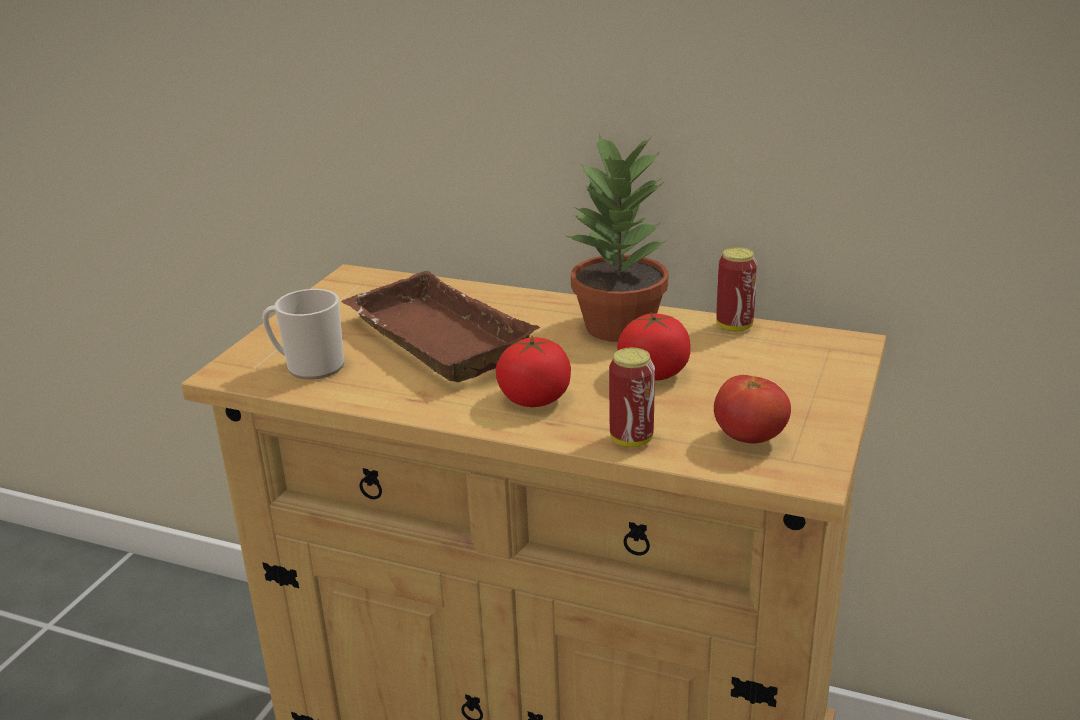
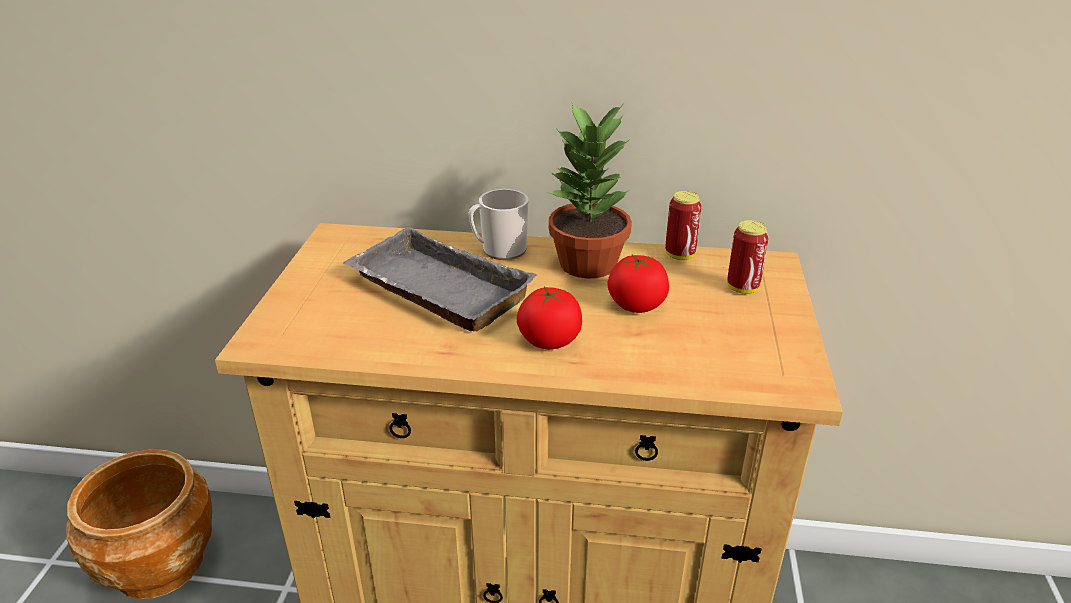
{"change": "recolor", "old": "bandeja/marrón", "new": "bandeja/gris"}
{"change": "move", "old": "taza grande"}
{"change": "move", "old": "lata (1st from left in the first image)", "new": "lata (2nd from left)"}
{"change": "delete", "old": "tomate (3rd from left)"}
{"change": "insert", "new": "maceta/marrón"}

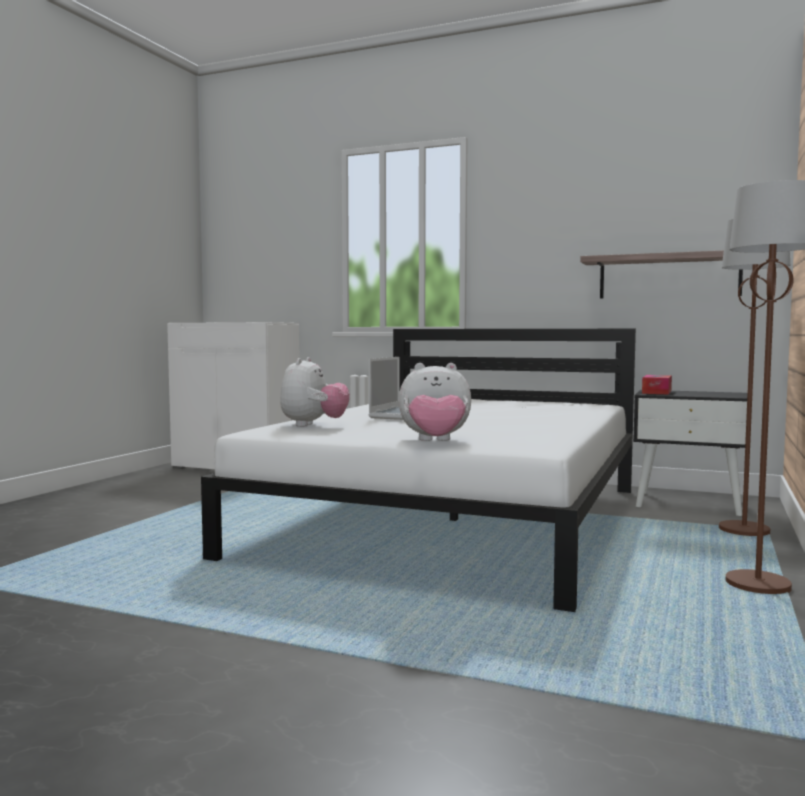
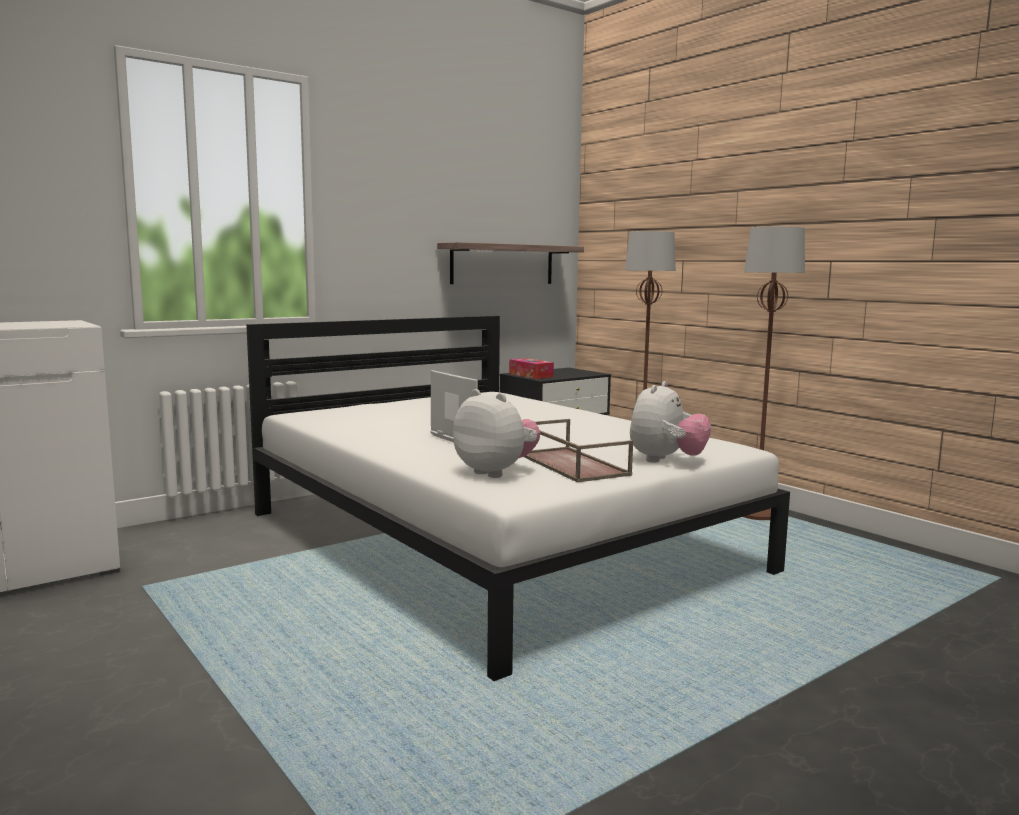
{"change": "insert", "new": "bandeja/marrón"}

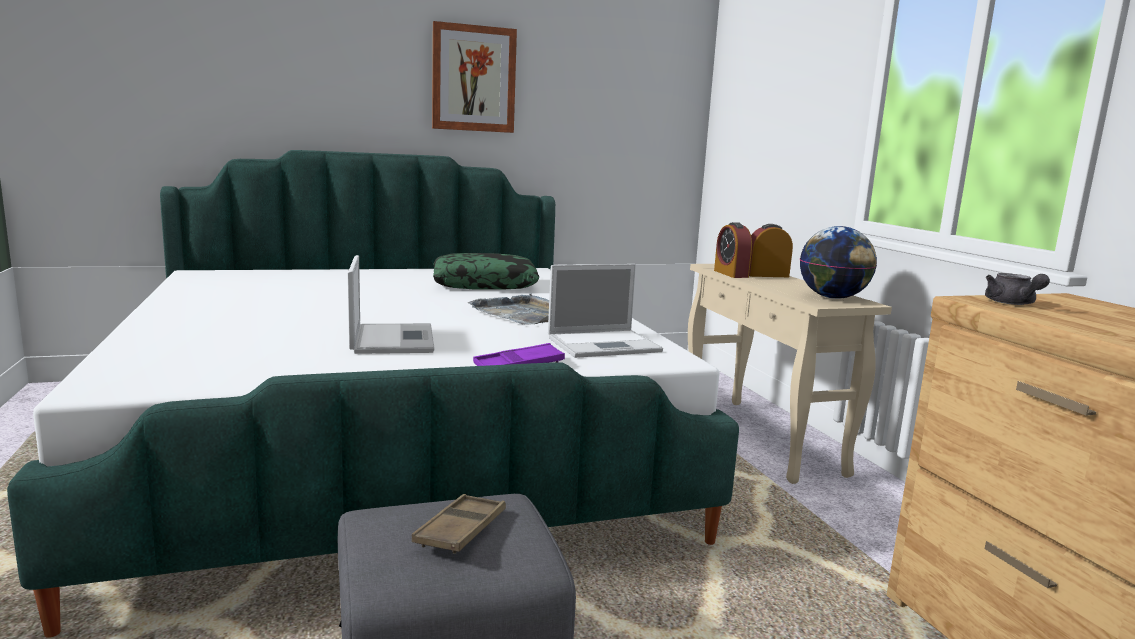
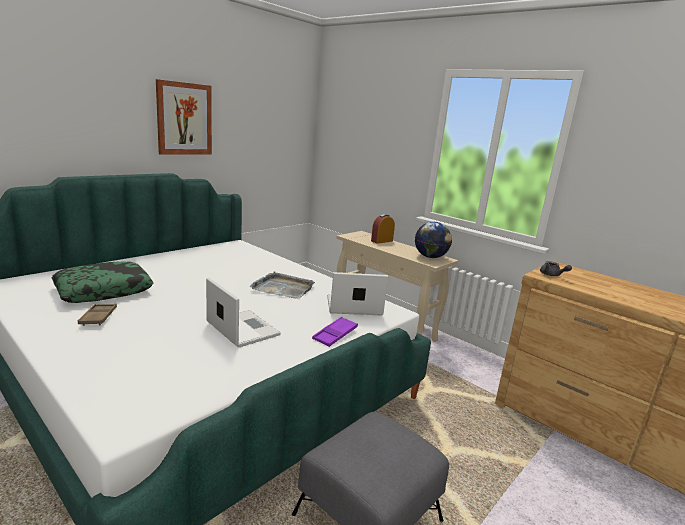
{"change": "delete", "old": "despertador (1st from left)"}
{"change": "move", "old": "cojín"}
{"change": "rotate", "old": "portátil (2nd from left)", "degrees": -135}
{"change": "move", "old": "bandeja/marrón"}

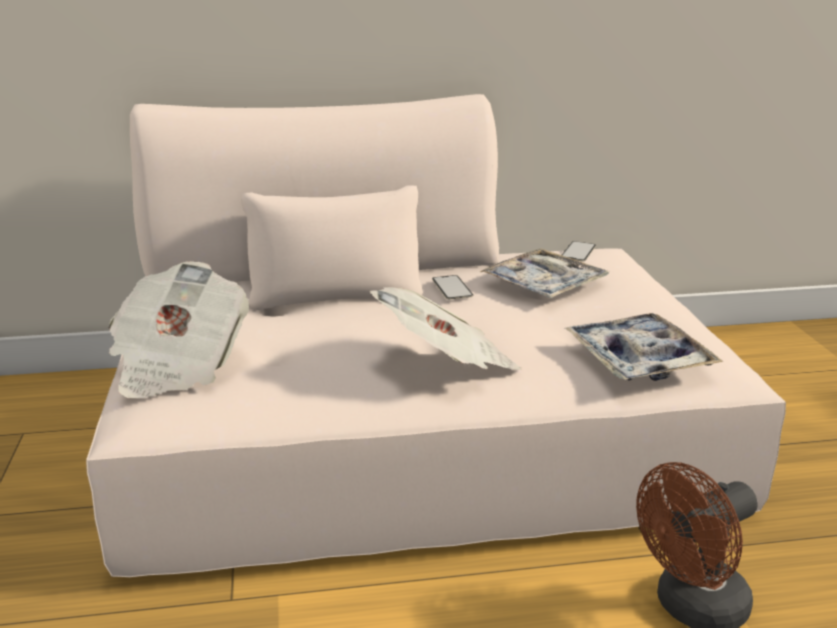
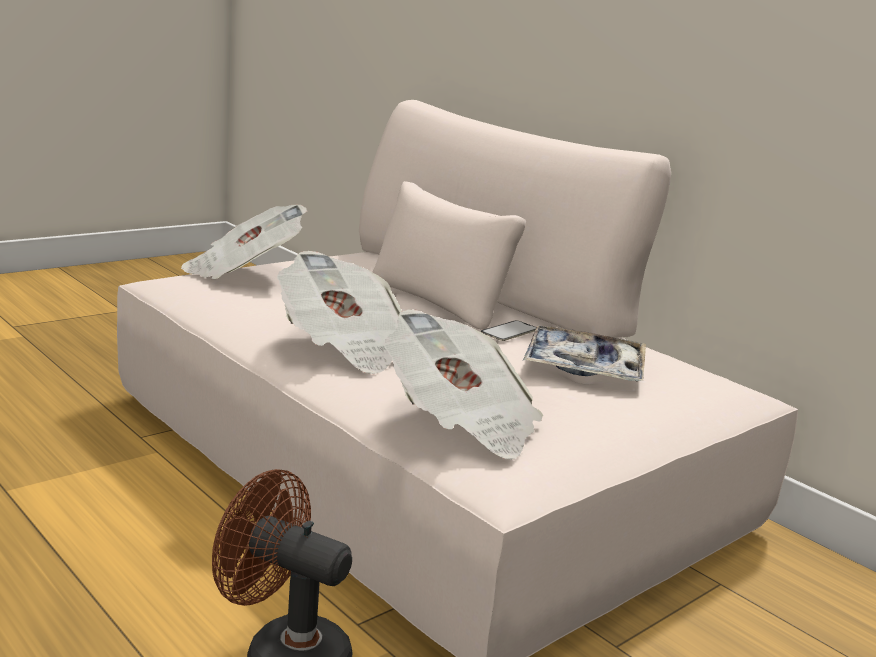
{"change": "delete", "old": "móvil (2nd from left)"}
{"change": "replace", "old": "bandeja (2nd from left)", "new": "periódico (3rd from left)"}

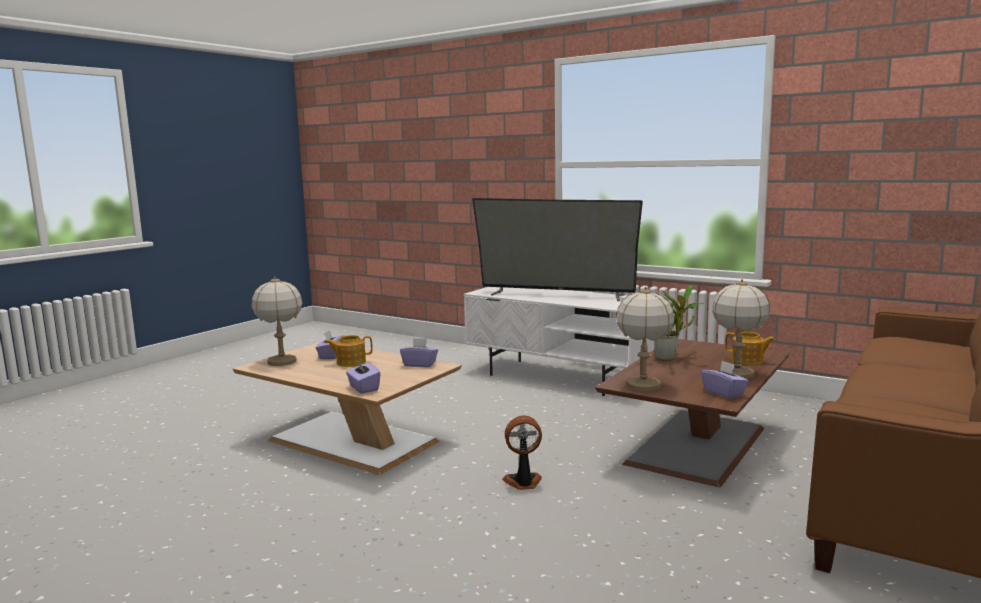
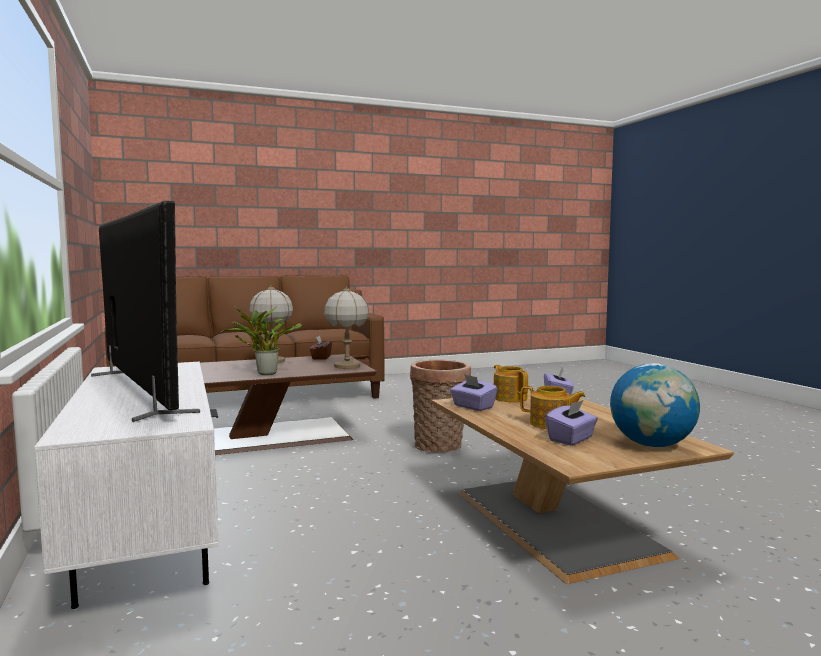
{"change": "replace", "old": "lámpara de mesa (1st from left)", "new": "globo terráqueo"}
{"change": "move", "old": "tetera (2nd from left in the first image)", "new": "tetera (1st from left)"}
{"change": "recolor", "old": "caja de pañuelos/morado (4th from left)", "new": "caja de pañuelos/marrón"}
{"change": "replace", "old": "ventilador", "new": "cesta"}

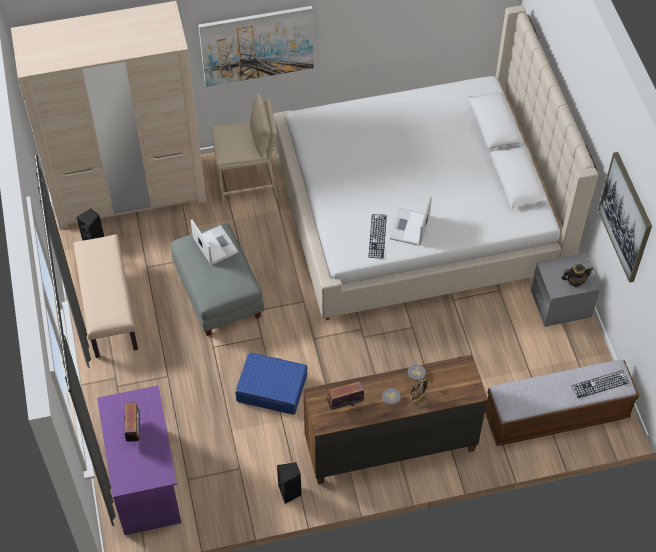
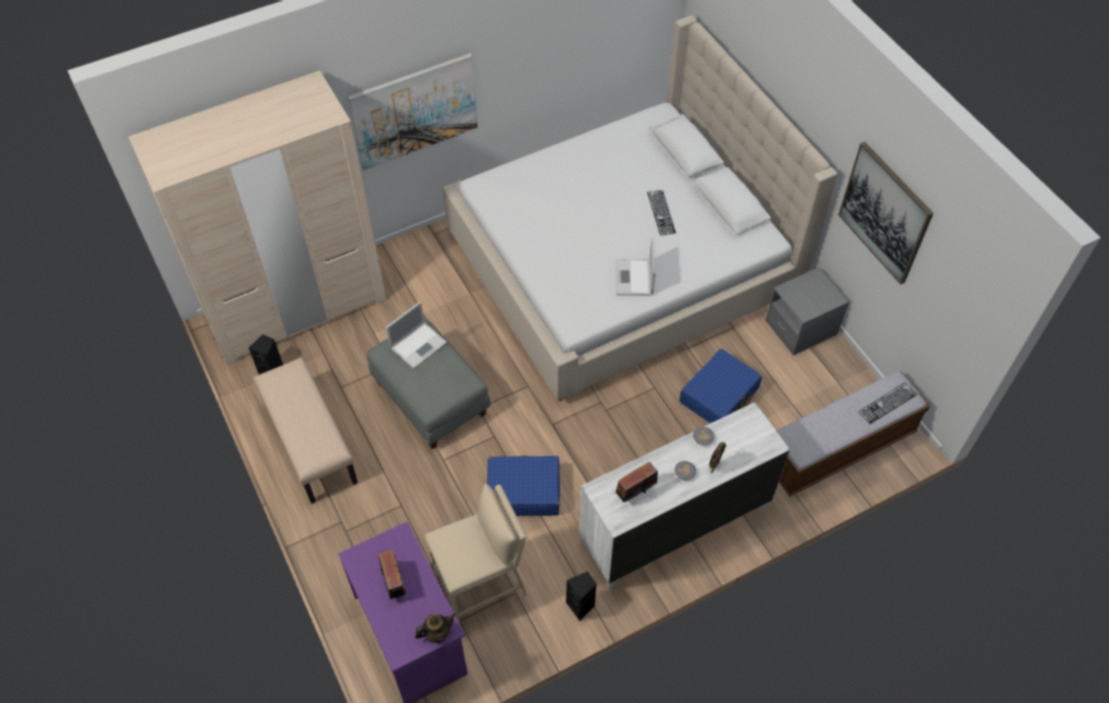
{"change": "move", "old": "taburete/beis"}
{"change": "move", "old": "teclado (1st from left)"}
{"change": "rotate", "old": "portátil (1st from left)", "degrees": 90}
{"change": "move", "old": "tetera"}
{"change": "recolor", "old": "cómoda/marrón", "new": "cómoda/blanco"}
{"change": "insert", "new": "maleta/azul (2nd from left)"}

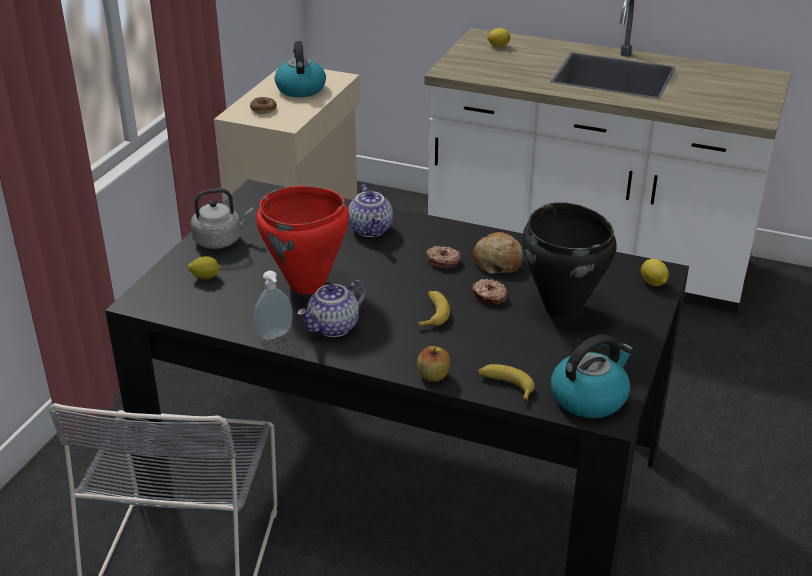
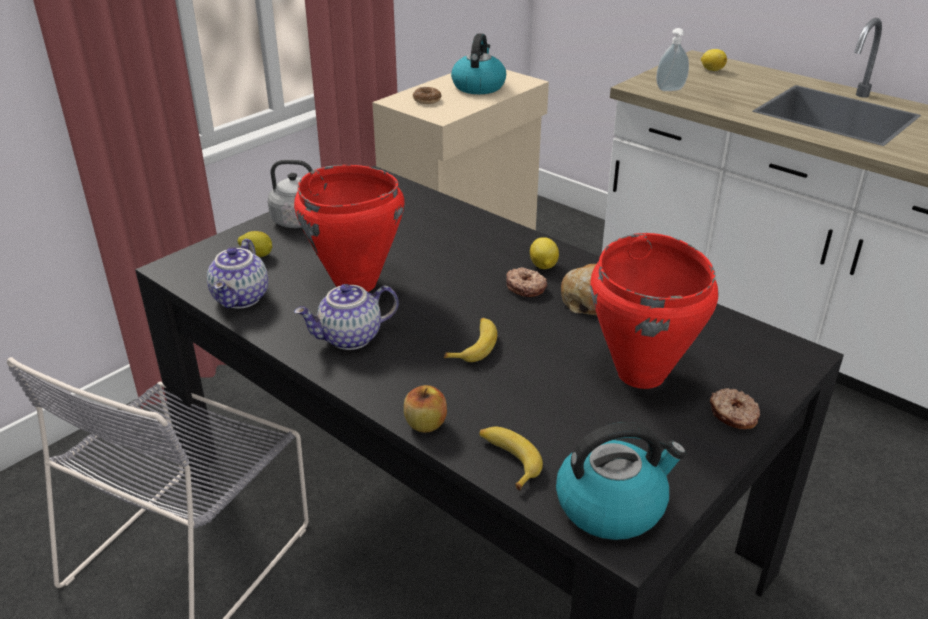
{"change": "move", "old": "tetera (2nd from left in the first image)", "new": "tetera (1st from left)"}
{"change": "recolor", "old": "olla/negro", "new": "olla/rojo (2nd from left)"}
{"change": "move", "old": "limón (3rd from left in the first image)", "new": "limón (2nd from left)"}
{"change": "move", "old": "dispensador de jabón"}
{"change": "move", "old": "rosquilla (3rd from left)"}

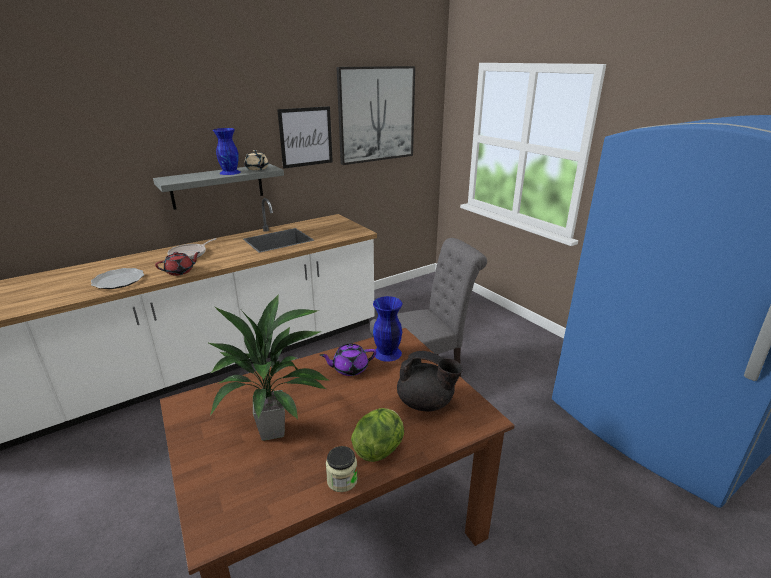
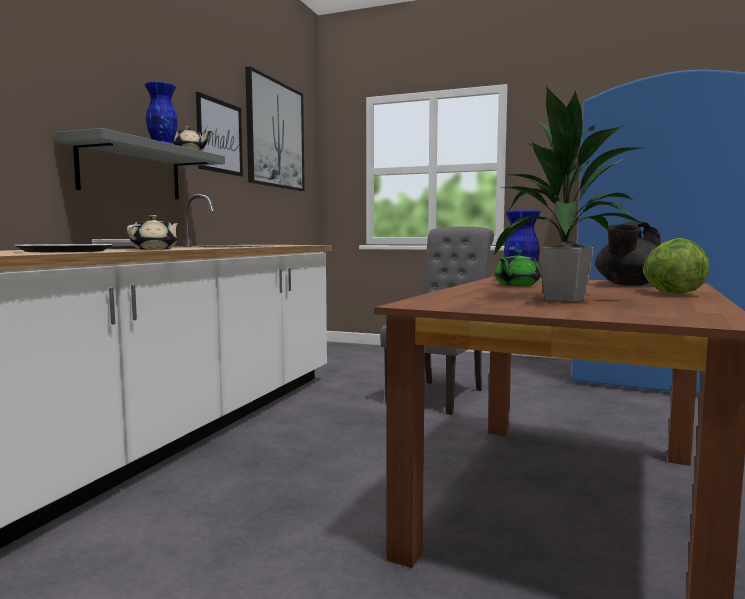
{"change": "recolor", "old": "tetera/rojo", "new": "tetera/beis (1st from left)"}
{"change": "recolor", "old": "tetera/morado", "new": "tetera/verde"}
{"change": "rotate", "old": "tetera/negro", "degrees": 150}
{"change": "delete", "old": "tarro"}

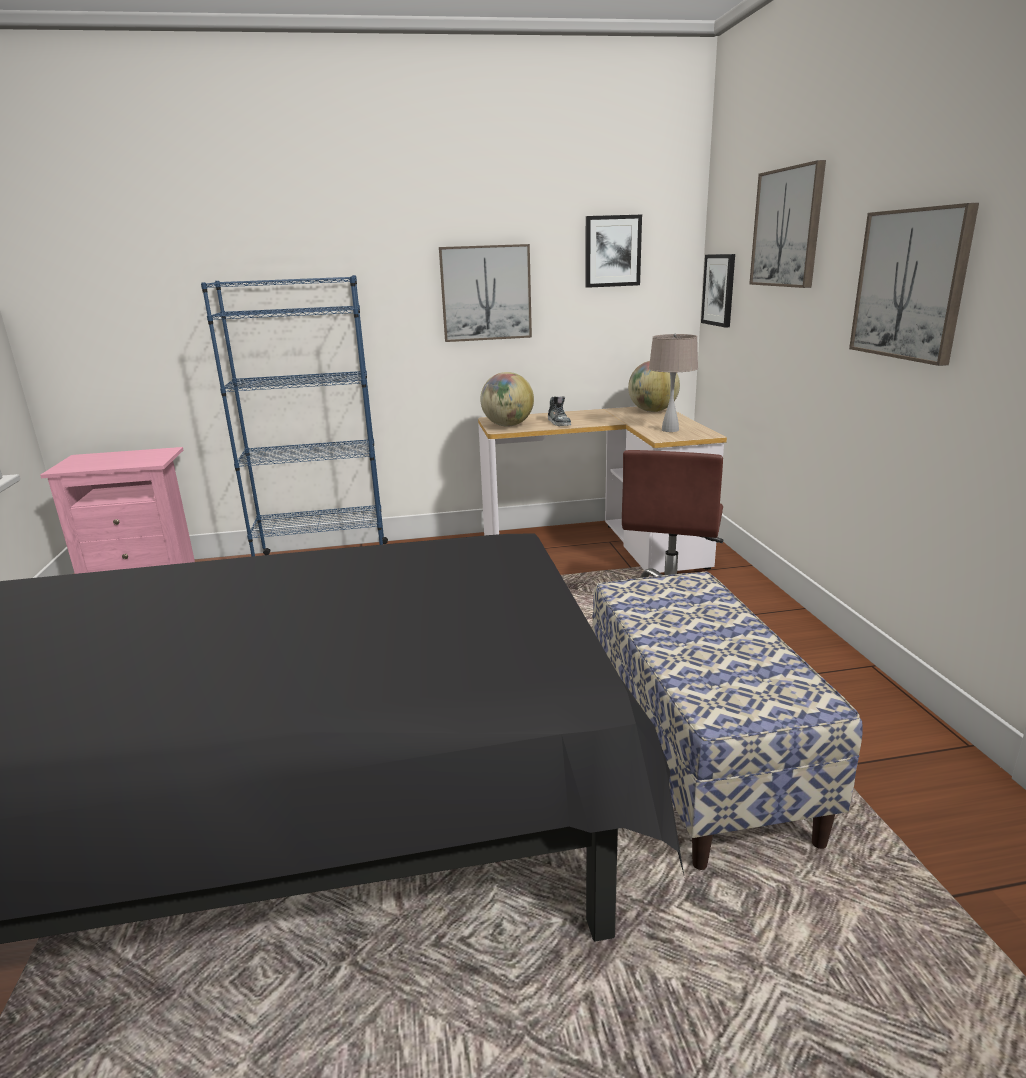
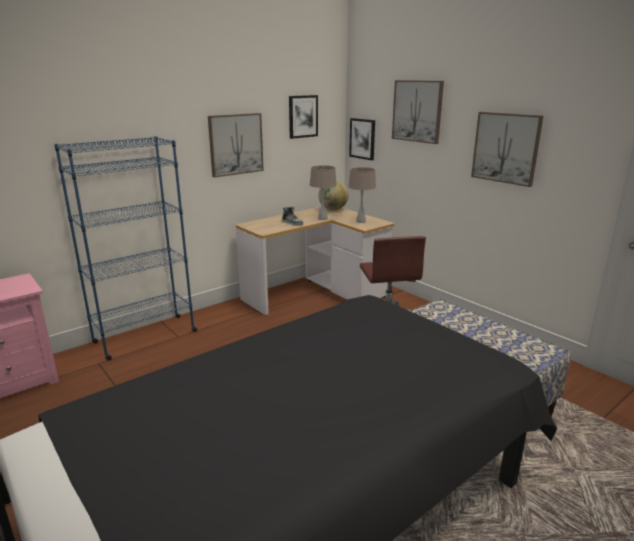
{"change": "delete", "old": "globo terráqueo (1st from left)"}
{"change": "insert", "new": "lámpara de mesa/beis (1st from left)"}

